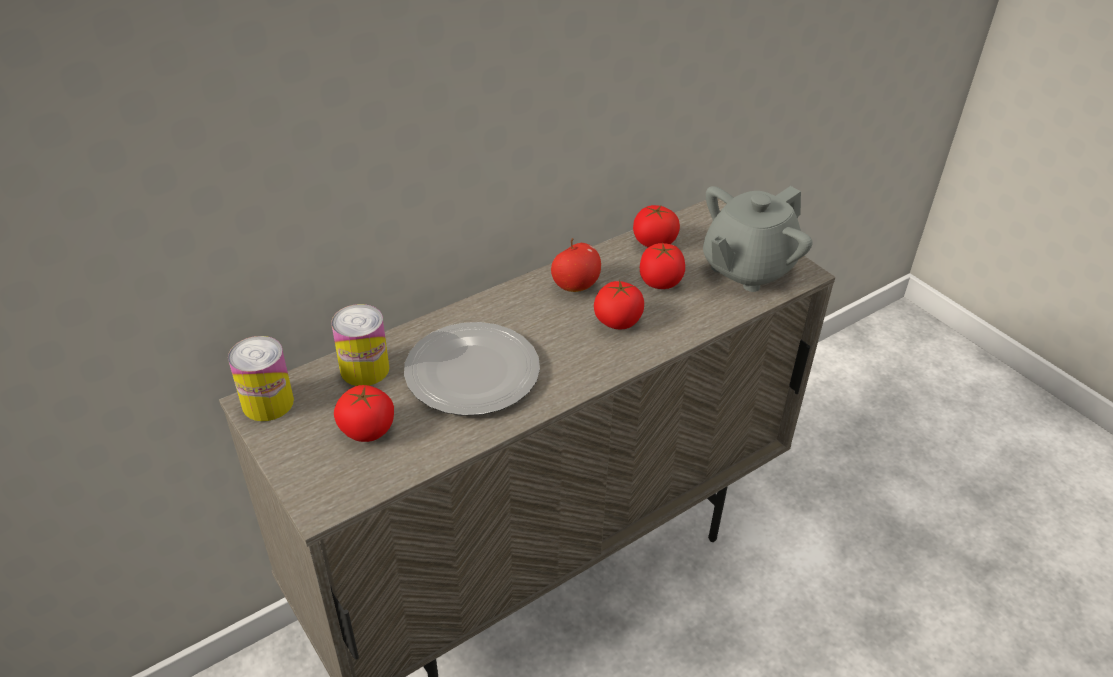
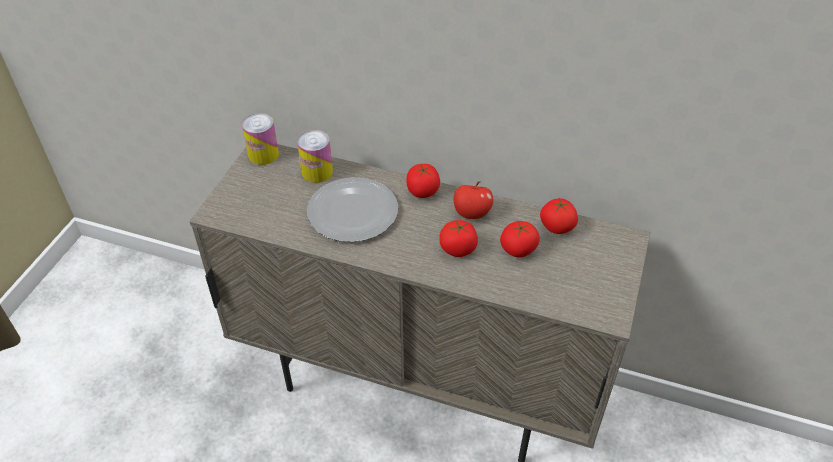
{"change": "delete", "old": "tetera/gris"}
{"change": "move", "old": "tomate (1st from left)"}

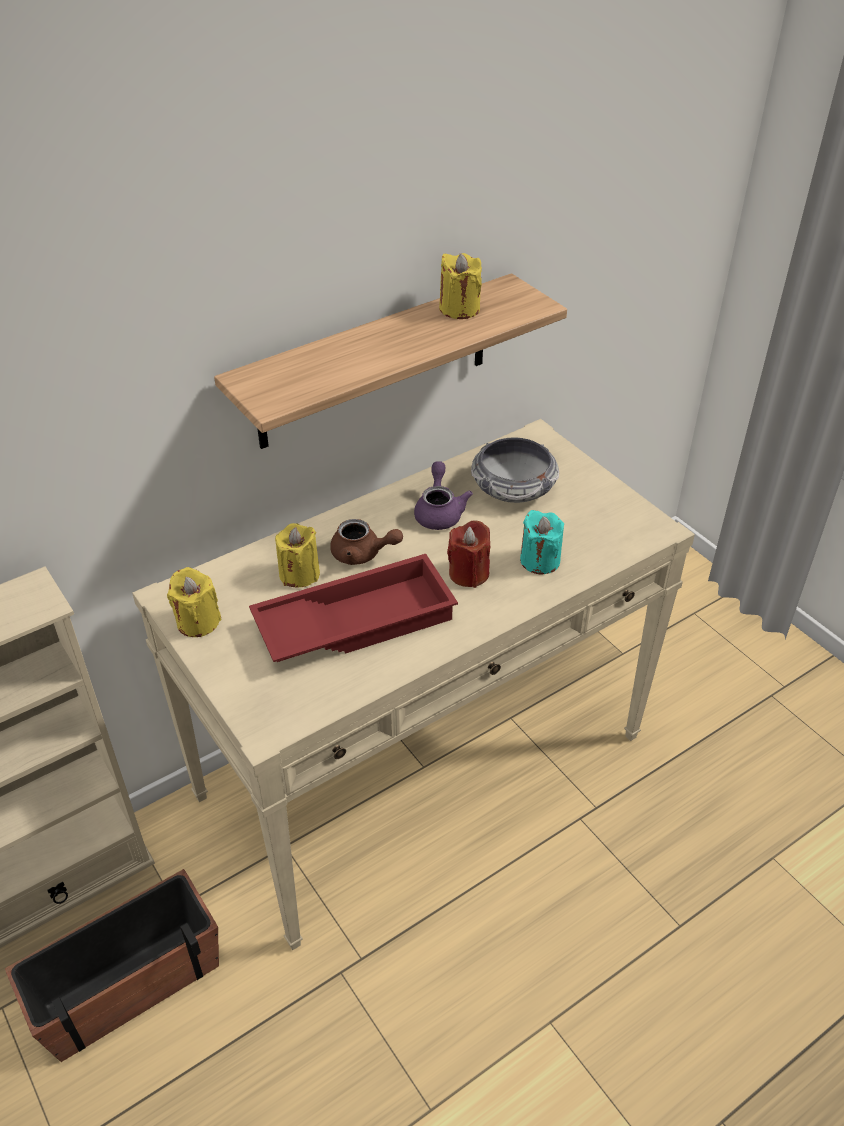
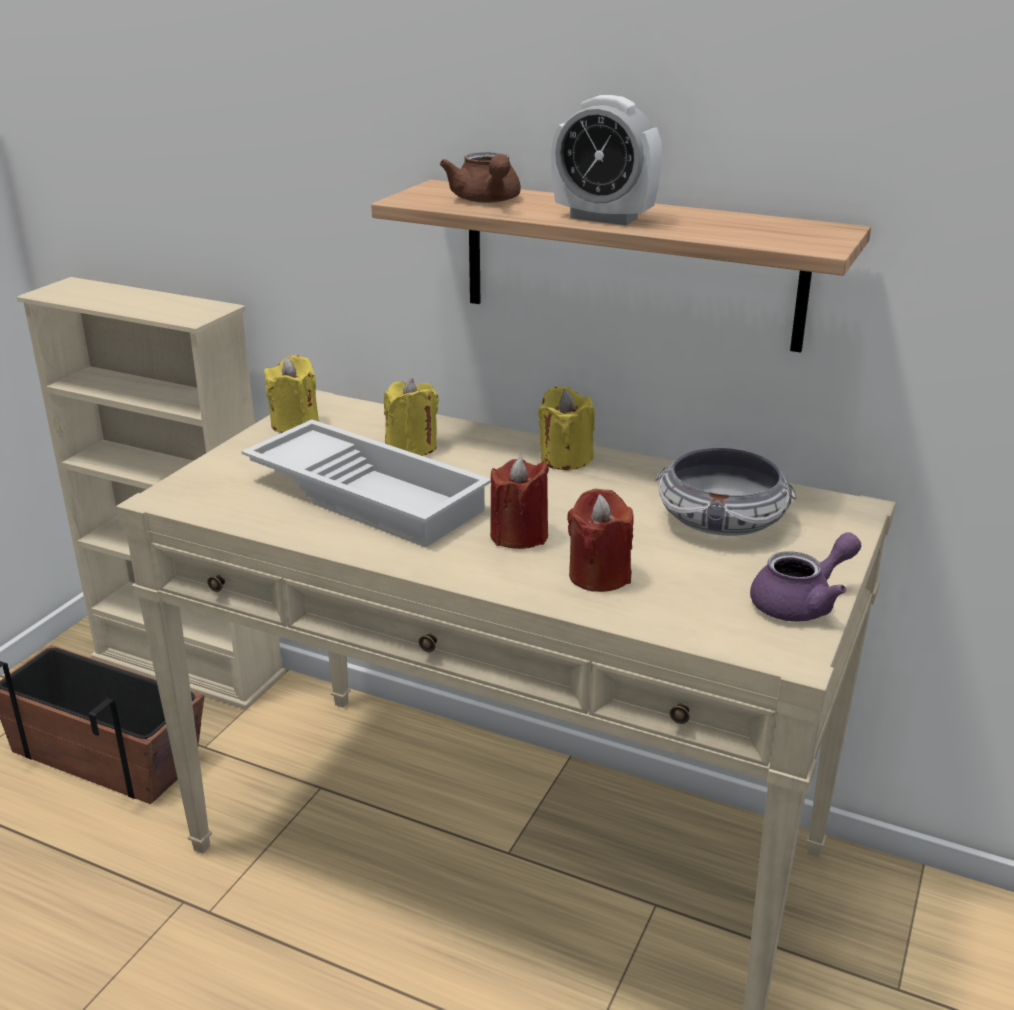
{"change": "move", "old": "vela/amarillo (3rd from left)"}
{"change": "move", "old": "tetera/morado"}
{"change": "recolor", "old": "vela/turquesa", "new": "vela/rojo (2nd from left)"}
{"change": "move", "old": "tetera/marrón"}
{"change": "recolor", "old": "bandeja/rojo", "new": "bandeja/blanco"}
{"change": "insert", "new": "despertador"}

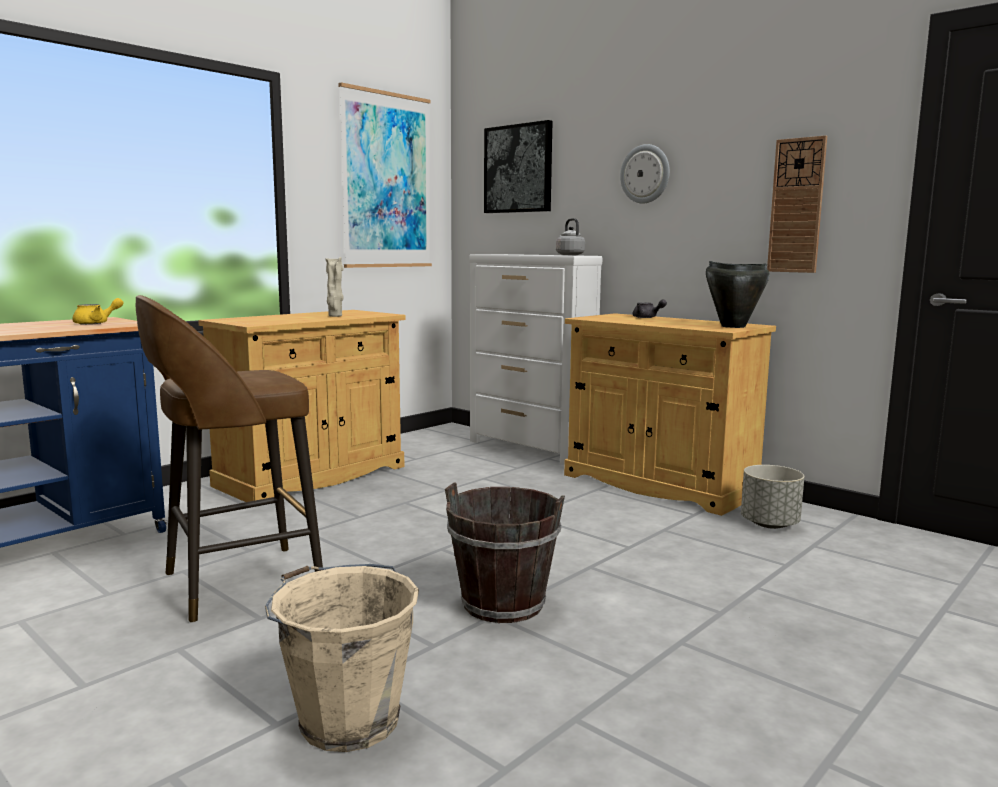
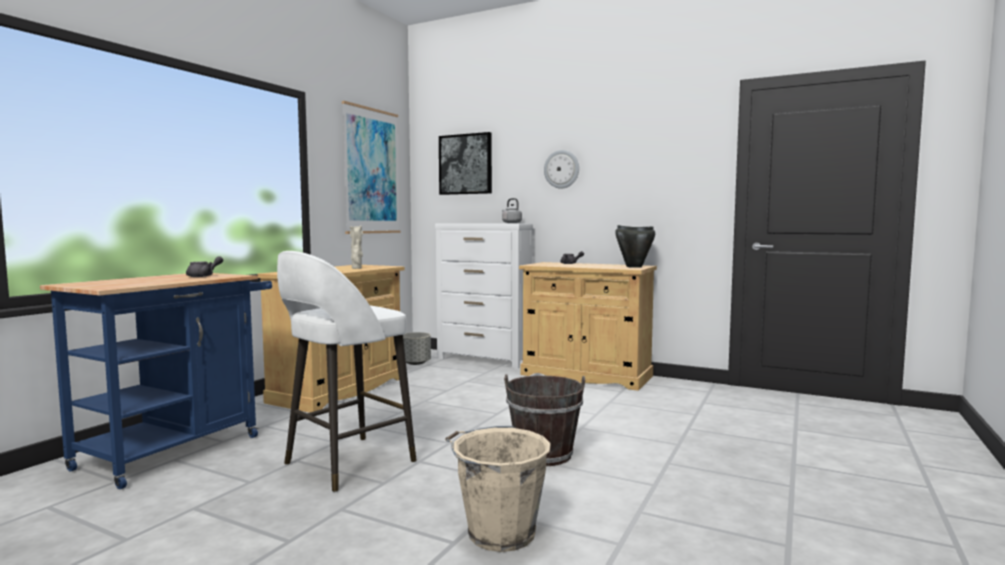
{"change": "delete", "old": "reloj de pared (2nd from left)"}
{"change": "recolor", "old": "taburete/marrón", "new": "taburete/blanco"}
{"change": "recolor", "old": "tetera/amarillo", "new": "tetera/gris (1st from left)"}
{"change": "move", "old": "maceta/gris"}

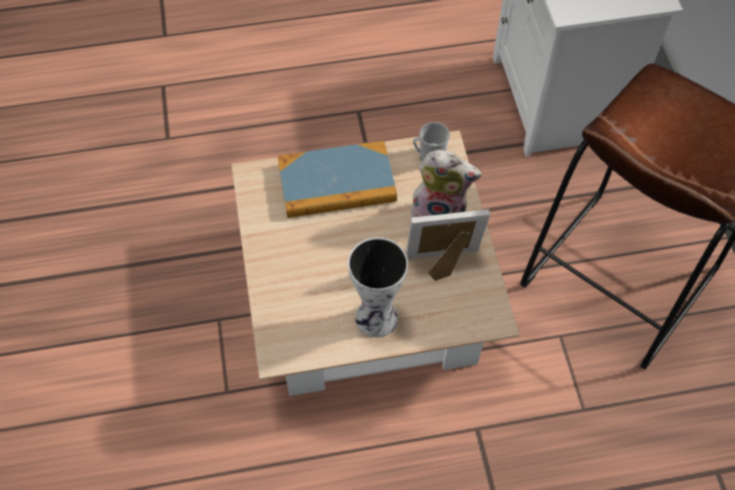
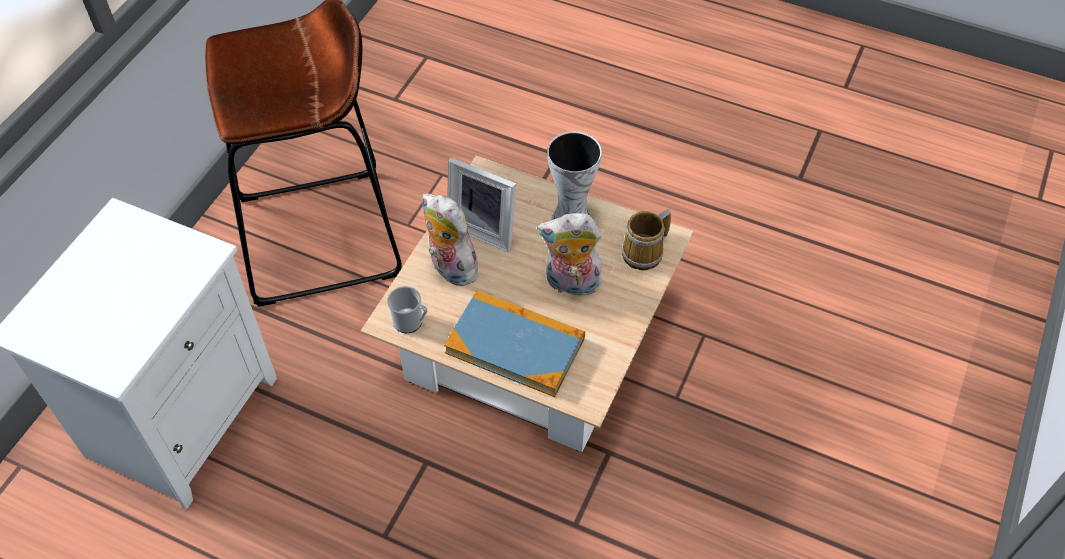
{"change": "insert", "new": "taza grande (2nd from left)"}
{"change": "insert", "new": "peluche (2nd from left)"}

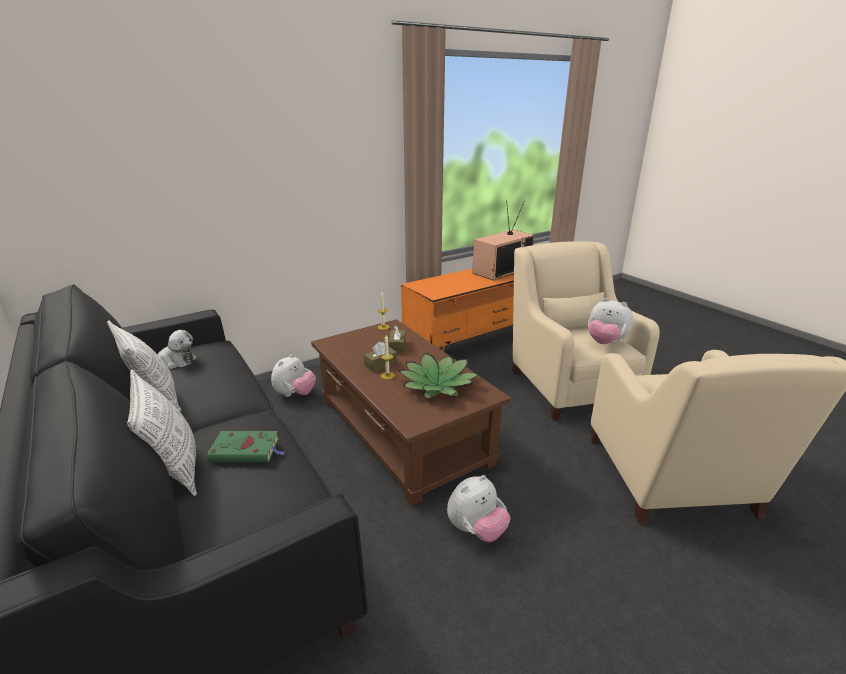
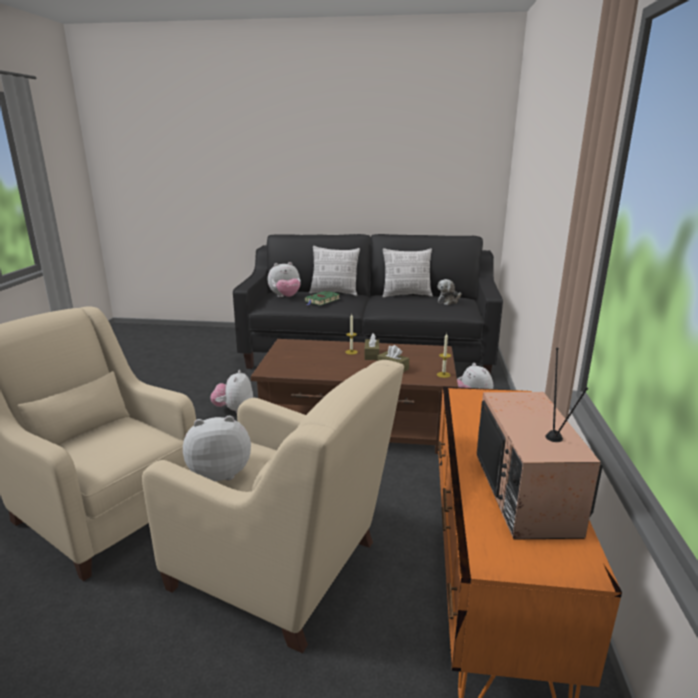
{"change": "delete", "old": "planta en maceta"}
{"change": "insert", "new": "peluche (3rd from left)"}

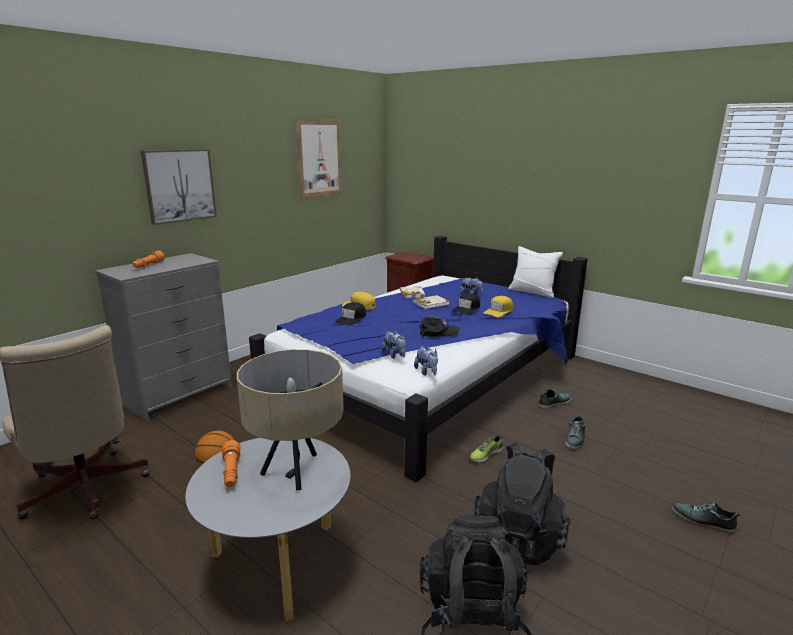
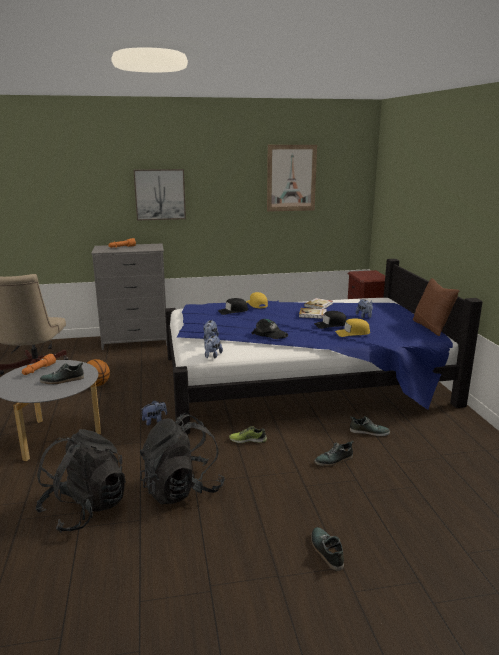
{"change": "recolor", "old": "cojín/blanco", "new": "cojín/marrón"}
{"change": "replace", "old": "lámpara de mesa/beis", "new": "zapato (1st from left)"}
{"change": "insert", "new": "peluche (1st from left)"}

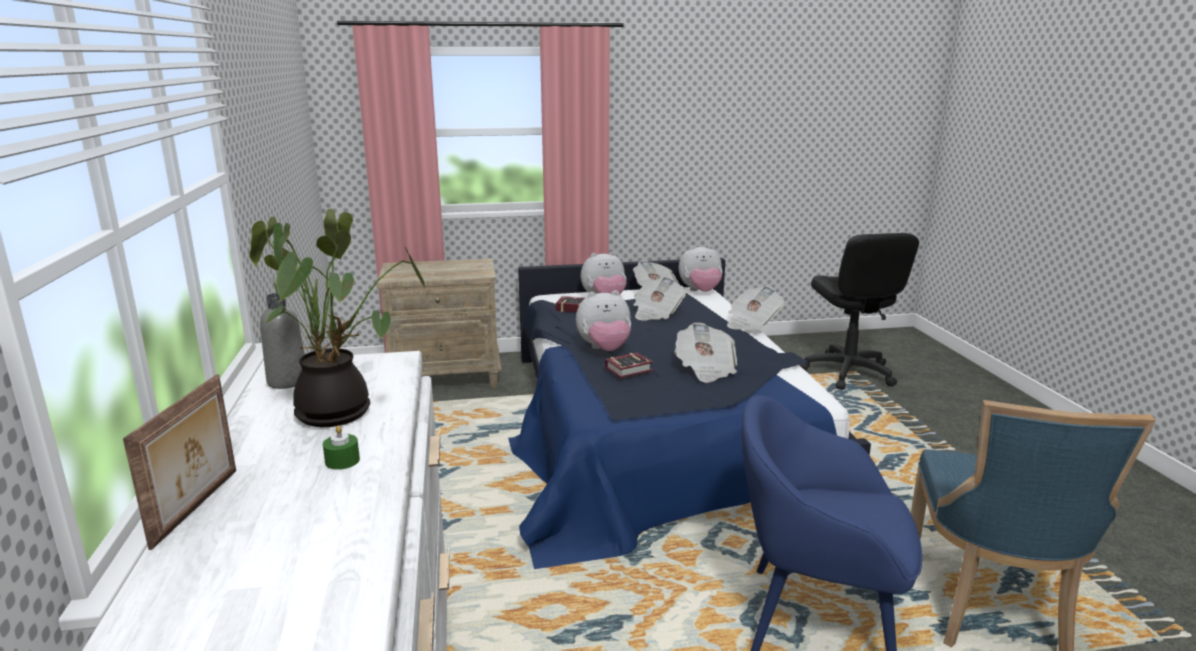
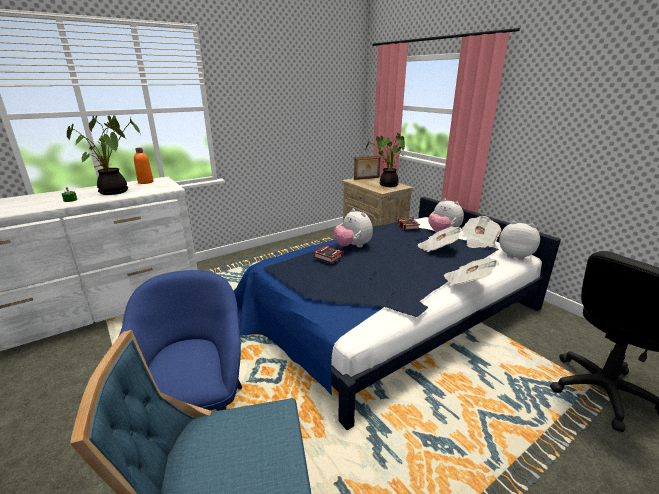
{"change": "rotate", "old": "peluche (3rd from left)", "degrees": 150}
{"change": "recolor", "old": "botella/gris", "new": "botella/naranja"}
{"change": "delete", "old": "periódico (3rd from left)"}
{"change": "move", "old": "portarretratos"}
{"change": "insert", "new": "planta en maceta (2nd from left)"}

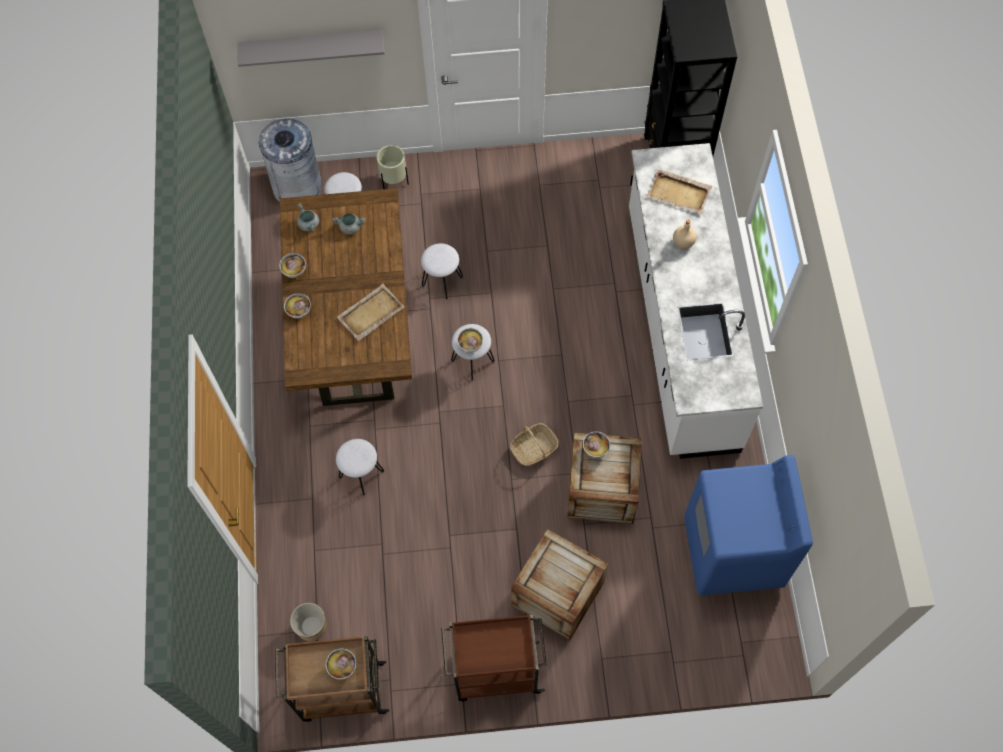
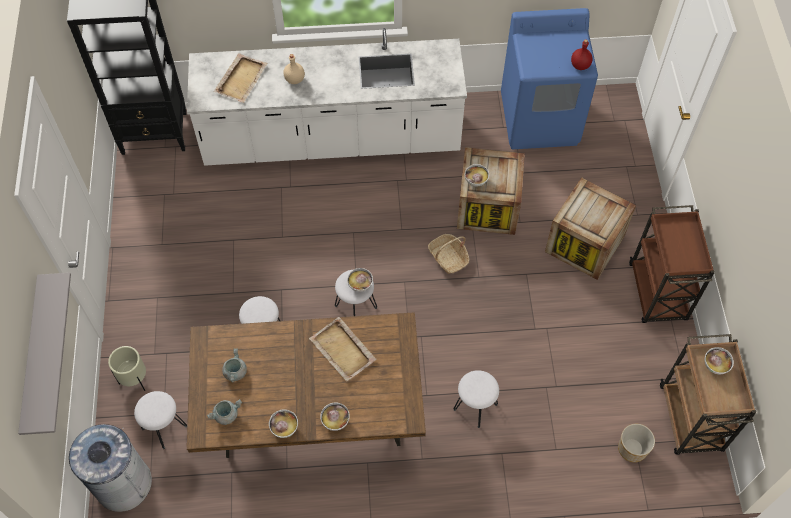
{"change": "insert", "new": "botella/rojo"}

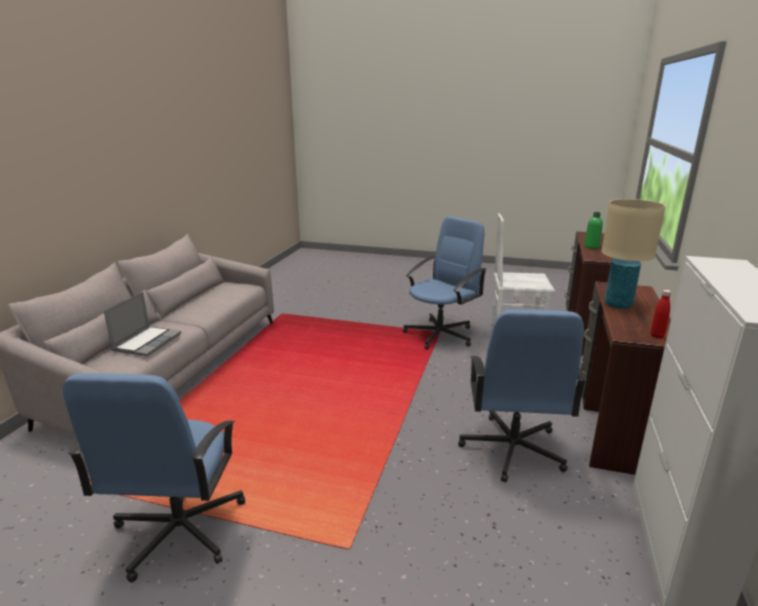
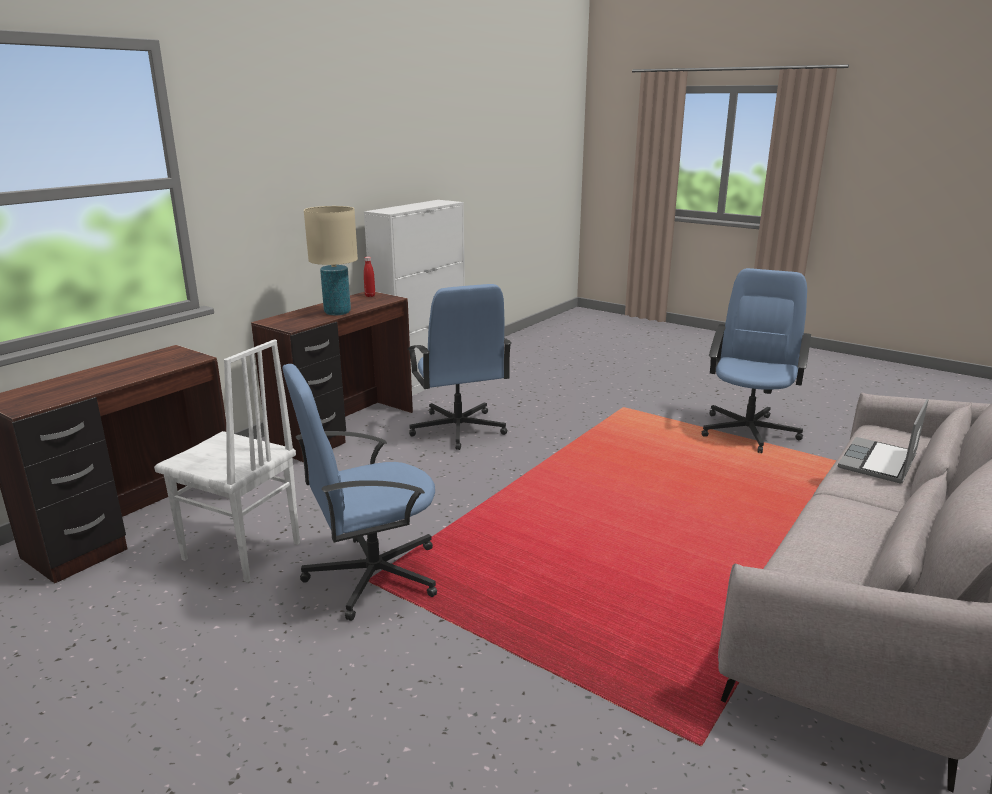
{"change": "delete", "old": "botella/verde"}
{"change": "rotate", "old": "silla de oficina/azul (3rd from left in the first image)", "degrees": 135}

